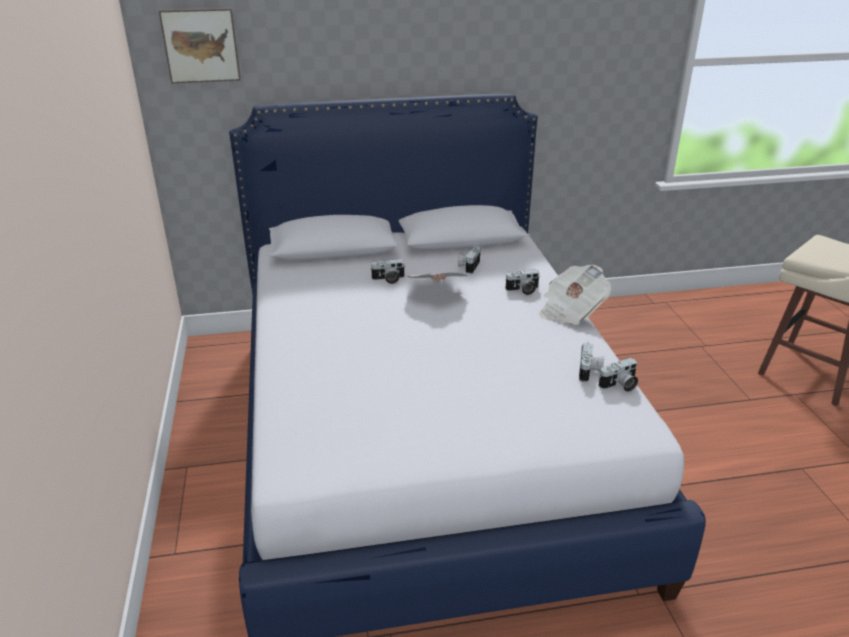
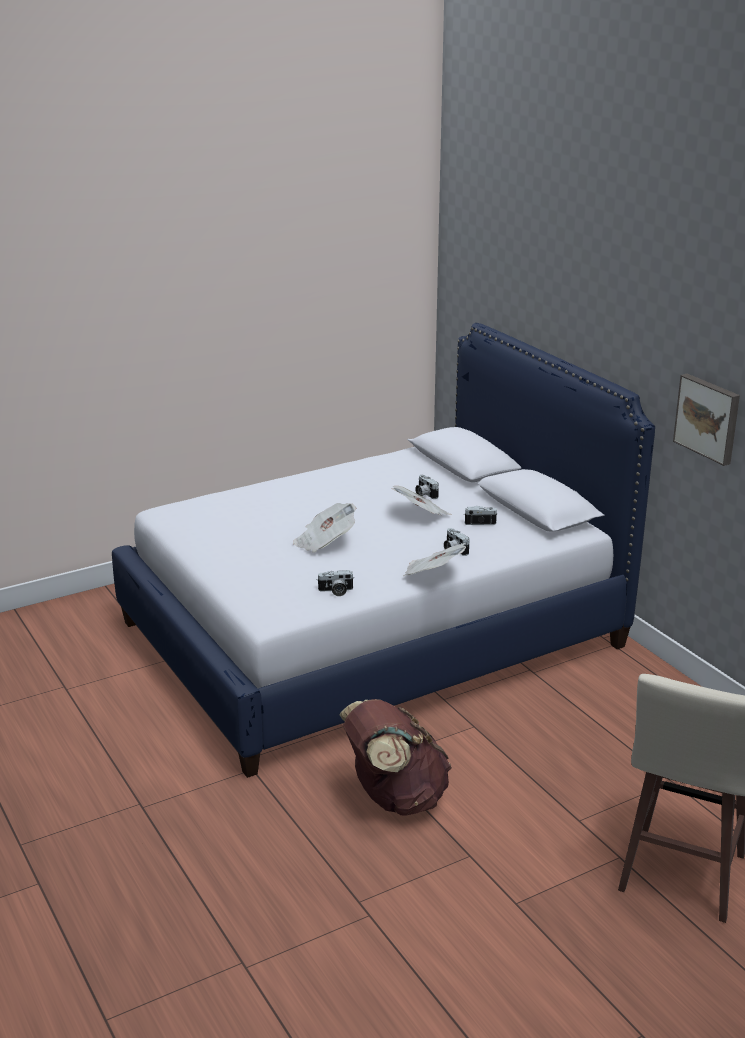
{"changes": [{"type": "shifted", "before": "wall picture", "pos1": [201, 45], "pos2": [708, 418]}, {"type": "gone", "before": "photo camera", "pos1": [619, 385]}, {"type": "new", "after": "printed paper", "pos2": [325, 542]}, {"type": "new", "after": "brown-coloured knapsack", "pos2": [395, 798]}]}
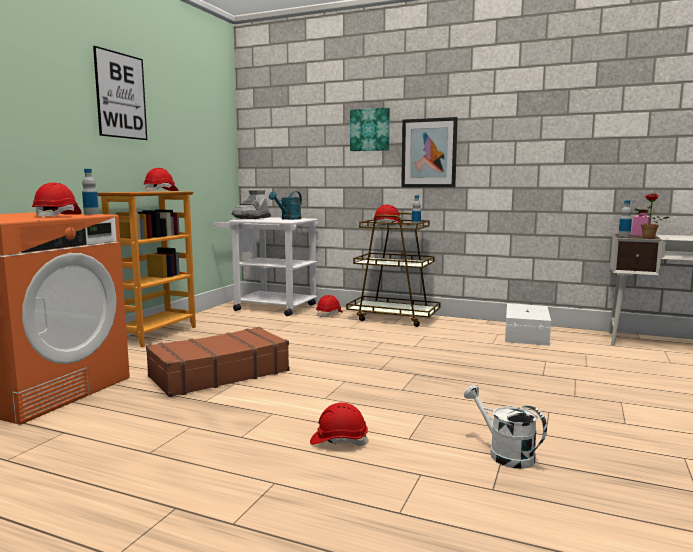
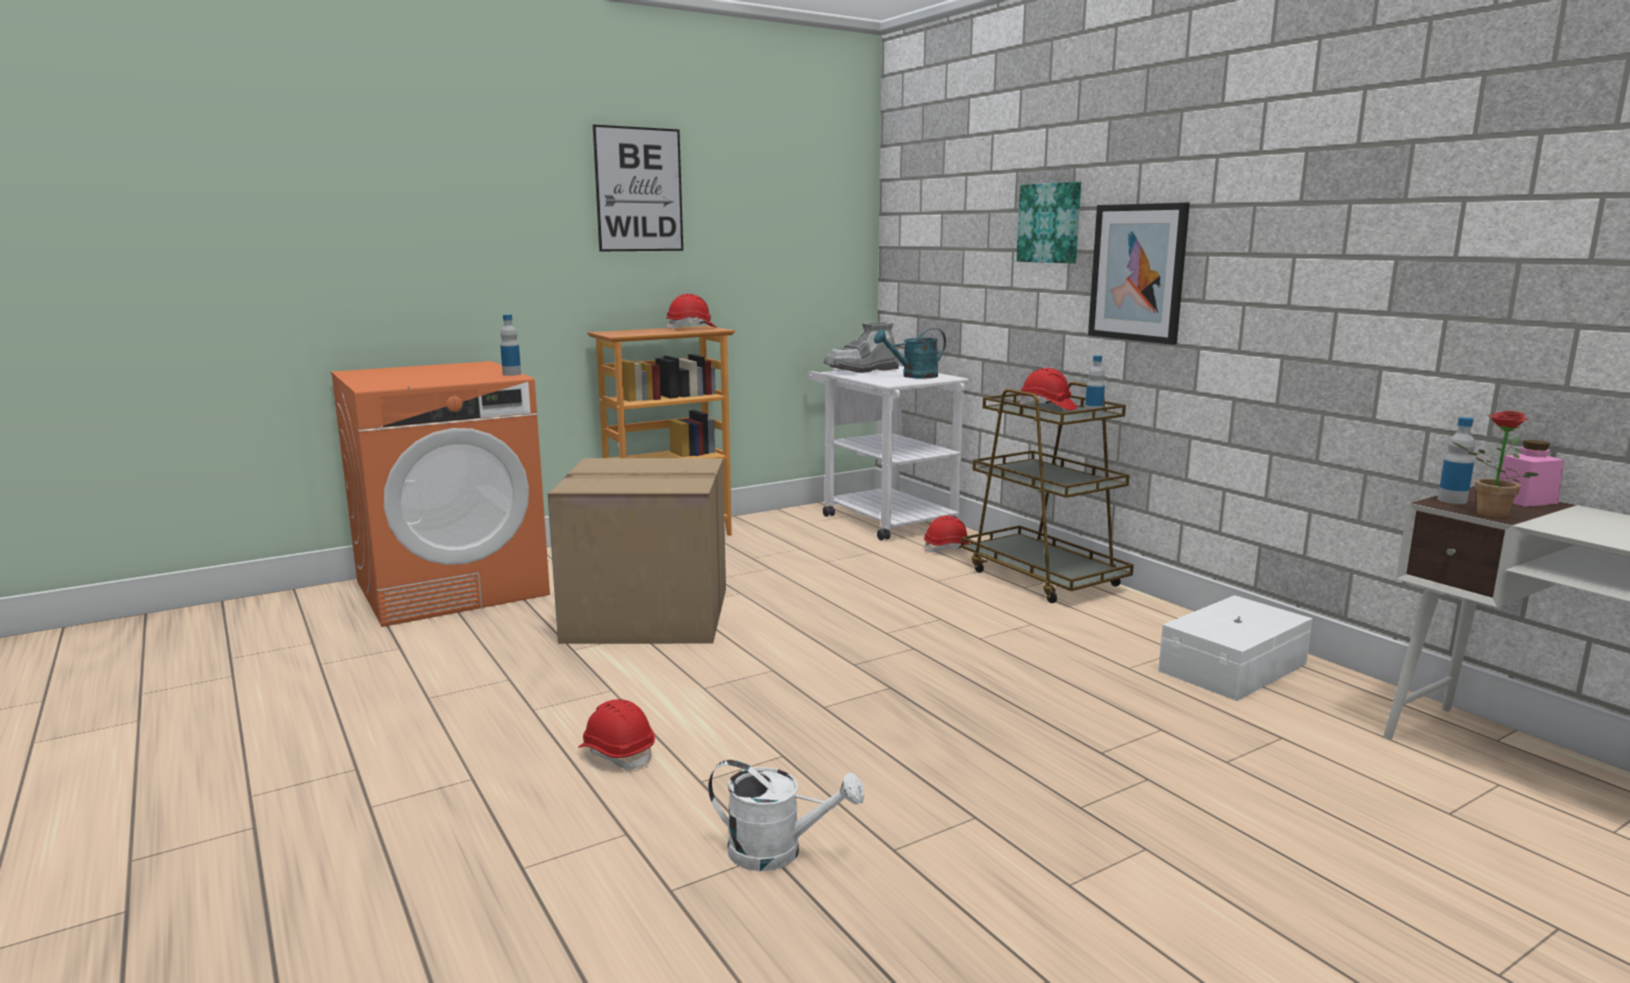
{"changes": [{"type": "gone", "before": "red-coloured safety helmet", "pos1": [58, 216]}, {"type": "swapped", "before": "brown-coloured piece of luggage", "after": "packing box", "pos1": [218, 374], "pos2": [645, 615]}, {"type": "rotated", "before": "white-coloured watering pot", "pos1": [504, 454], "pos2": [778, 852], "turn": 105}]}
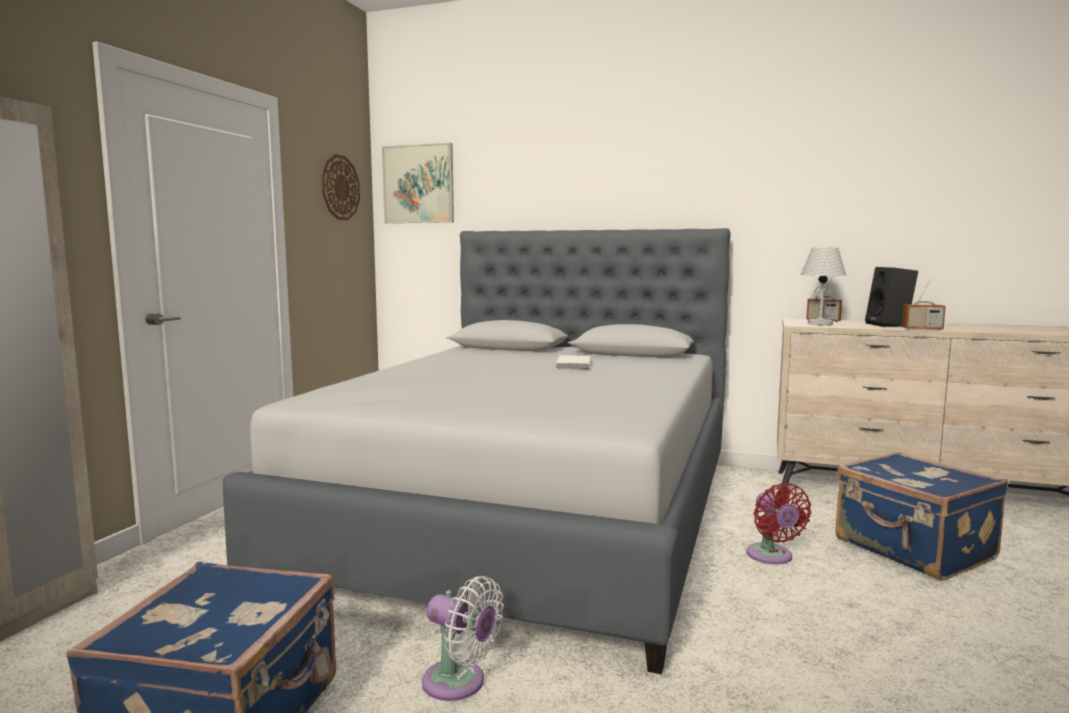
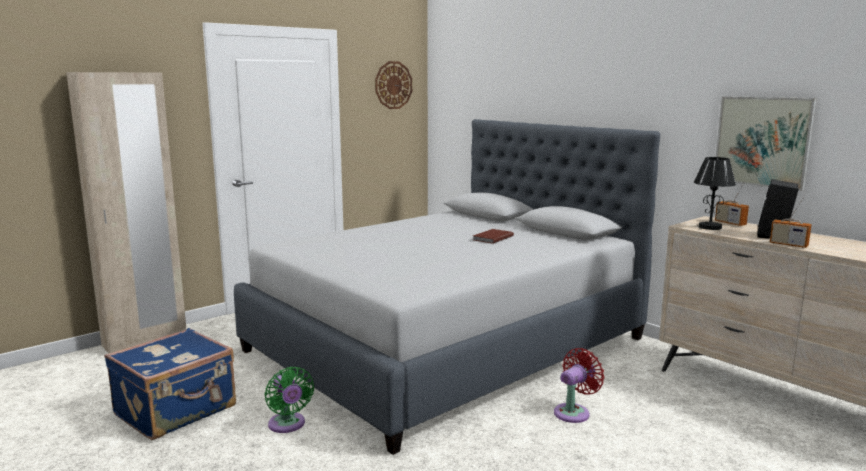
{"changes": [{"type": "shifted", "before": "wall picture", "pos1": [418, 184], "pos2": [762, 141]}, {"type": "repainted", "before": "white-coloured table lamp", "after": "black-coloured table lamp", "pos1": [820, 324], "pos2": [710, 227]}, {"type": "repainted", "before": "white-coloured bound book", "after": "brown-coloured bound book", "pos1": [572, 365], "pos2": [492, 238]}, {"type": "gone", "before": "blue piece of luggage", "pos1": [913, 550]}, {"type": "rotated", "before": "red-coloured cooling fan", "pos1": [771, 557], "pos2": [574, 412], "turn": -150}, {"type": "repainted", "before": "white-coloured cooling fan", "after": "green-coloured cooling fan", "pos1": [459, 683], "pos2": [288, 425]}]}
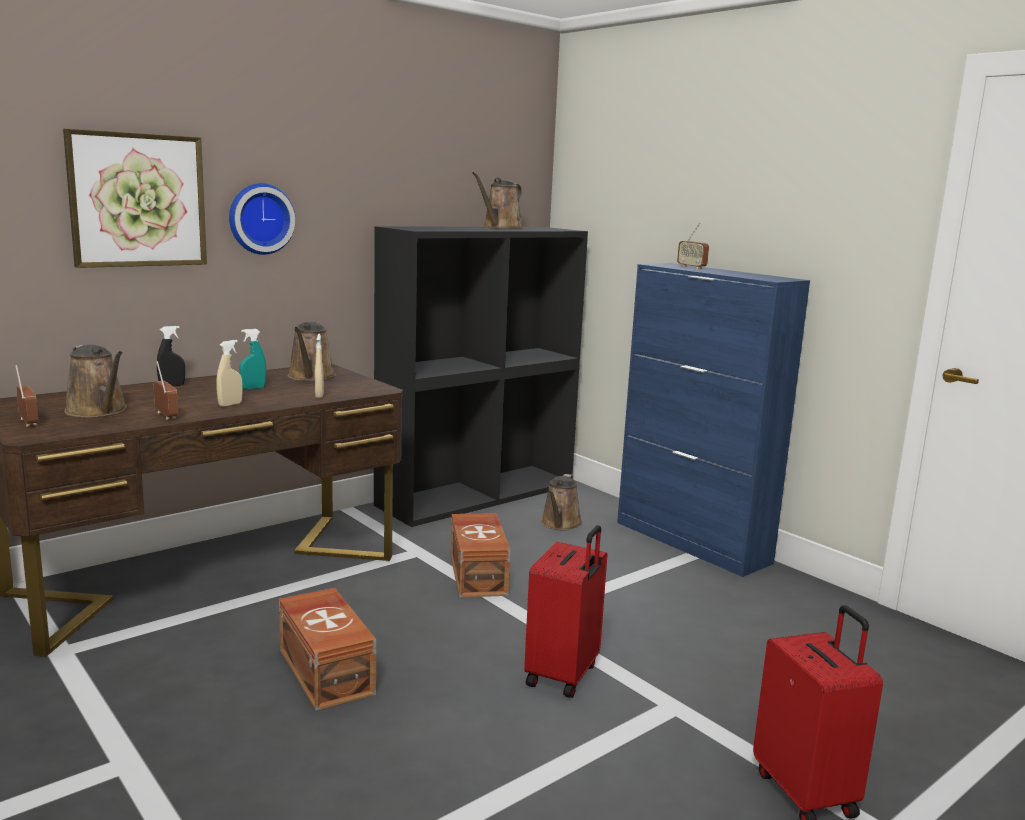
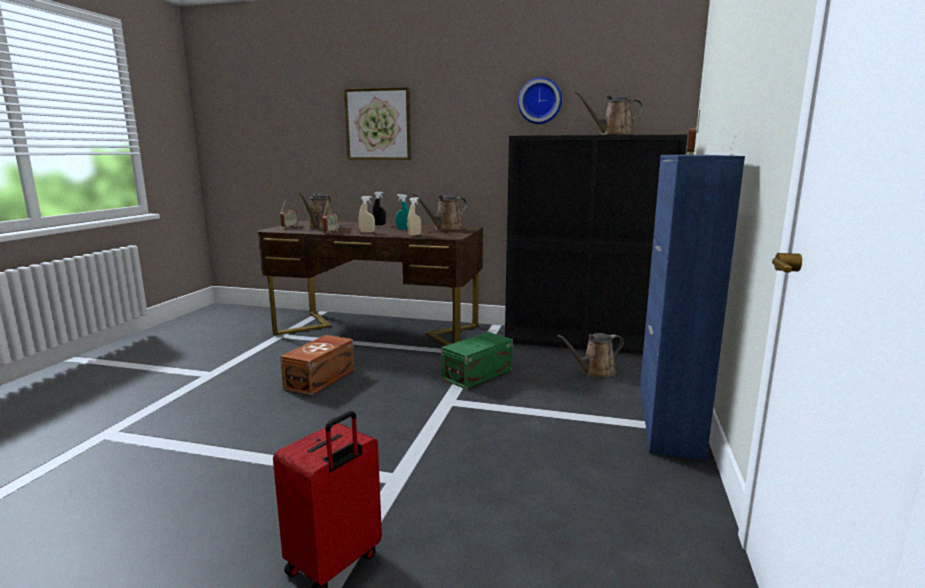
{"changes": [{"type": "shifted", "before": "wall clock", "pos1": [260, 218], "pos2": [540, 101]}, {"type": "repainted", "before": "brown-coloured storage container", "after": "green-coloured storage container", "pos1": [479, 574], "pos2": [479, 374]}, {"type": "gone", "before": "red-coloured piece of luggage", "pos1": [564, 675]}]}
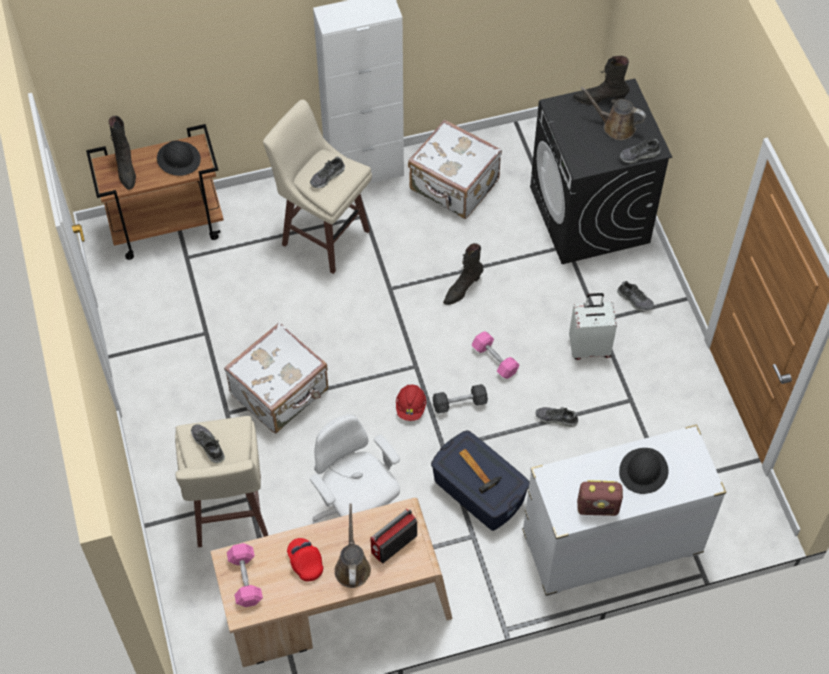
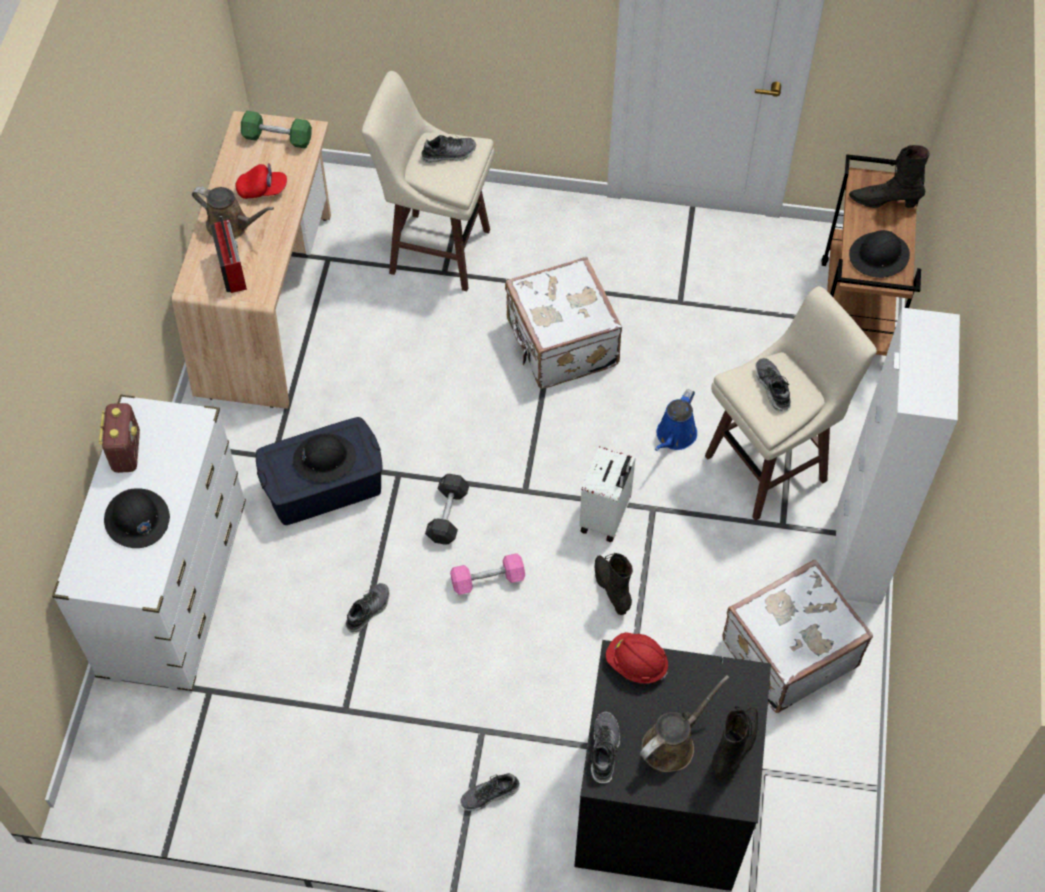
{"changes": [{"type": "shifted", "before": "white-coloured piece of luggage", "pos1": [589, 347], "pos2": [606, 517]}, {"type": "shifted", "before": "red-coloured safety helmet", "pos1": [411, 407], "pos2": [636, 664]}, {"type": "gone", "before": "white-coloured office chair", "pos1": [356, 512]}, {"type": "swapped", "before": "tool hammer", "after": "black-coloured safety helmet", "pos1": [477, 469], "pos2": [324, 458]}, {"type": "rotated", "before": "radio set", "pos1": [598, 507], "pos2": [126, 451], "turn": 150}, {"type": "repainted", "before": "pinkish hand weight", "after": "green-coloured hand weight", "pos1": [245, 579], "pos2": [277, 138]}, {"type": "new", "after": "blue watering pot", "pos2": [674, 436]}]}
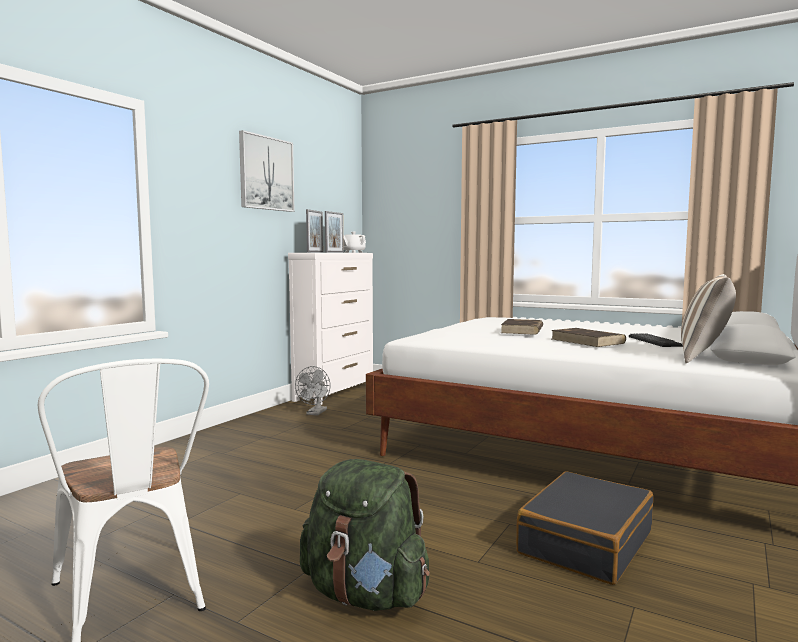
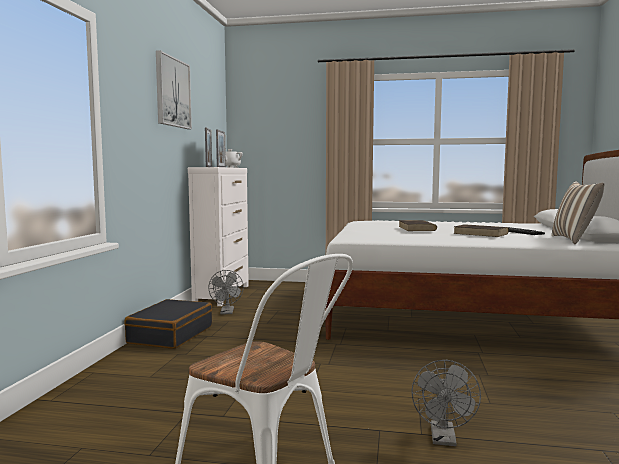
{"changes": [{"type": "swapped", "before": "green-coloured knapsack", "after": "greyish cooling fan", "pos1": [365, 594], "pos2": [444, 439]}, {"type": "shifted", "before": "black-coloured piece of luggage", "pos1": [584, 542], "pos2": [170, 334]}]}
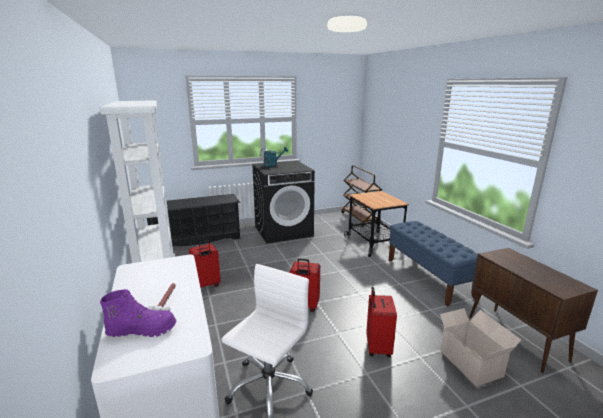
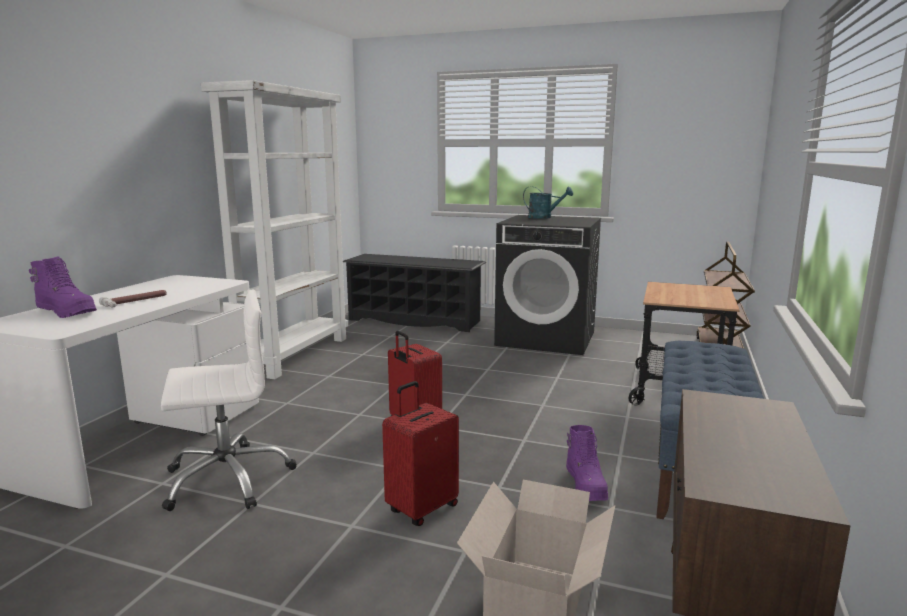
{"changes": [{"type": "gone", "before": "red-coloured piece of luggage", "pos1": [206, 285]}, {"type": "new", "after": "purple-coloured high-top boot", "pos2": [586, 486]}]}
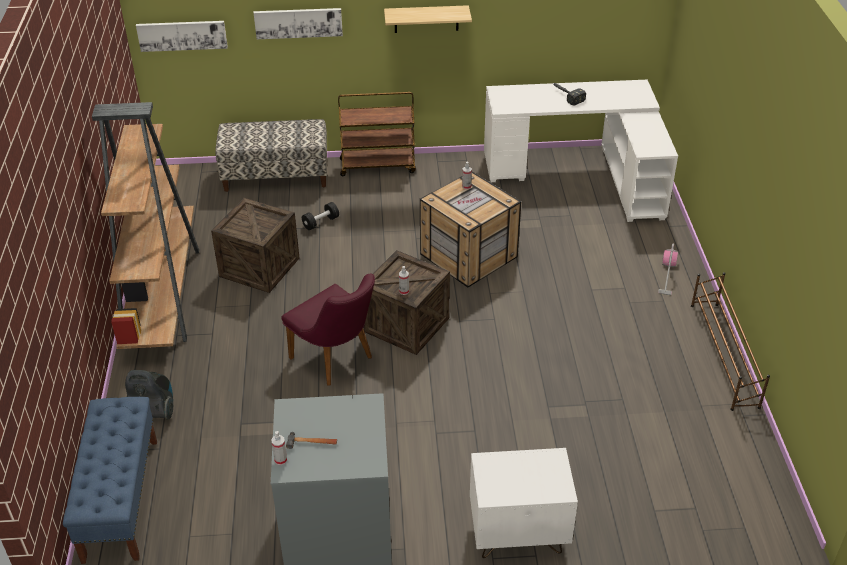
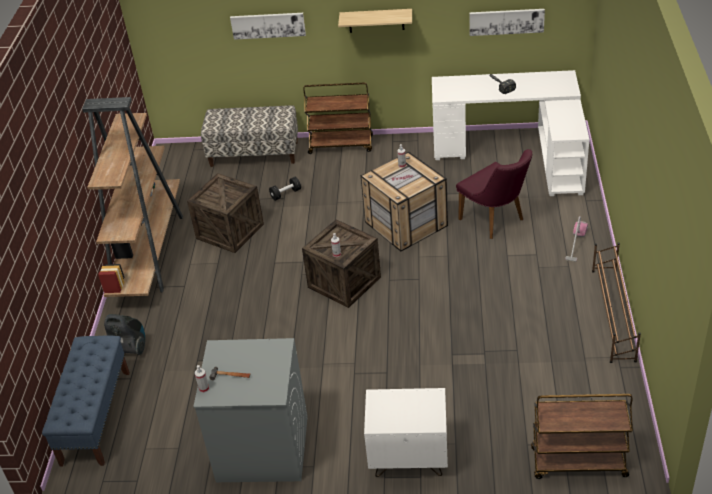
{"changes": [{"type": "shifted", "before": "wall picture", "pos1": [182, 35], "pos2": [506, 21]}, {"type": "shifted", "before": "purple-coloured plain chair", "pos1": [336, 360], "pos2": [496, 221]}, {"type": "new", "after": "brown-coloured wheeled cart", "pos2": [578, 463]}]}
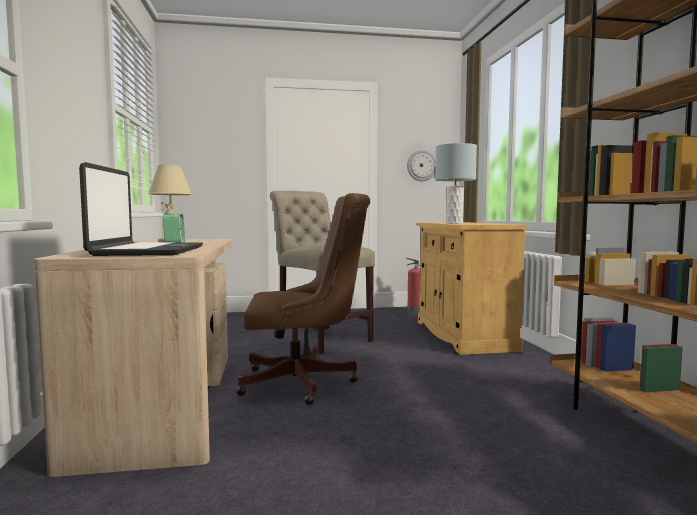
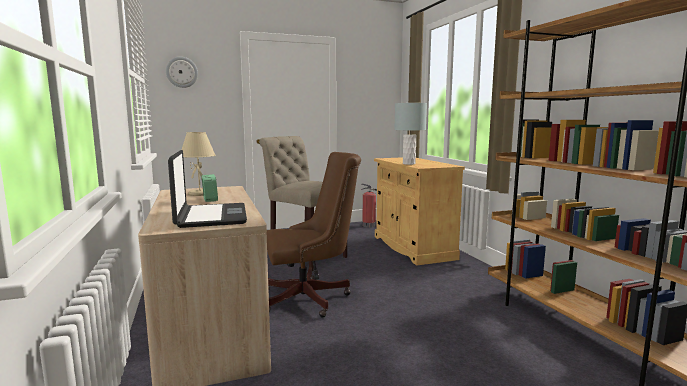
{"changes": [{"type": "shifted", "before": "wall clock", "pos1": [421, 165], "pos2": [182, 72]}]}
